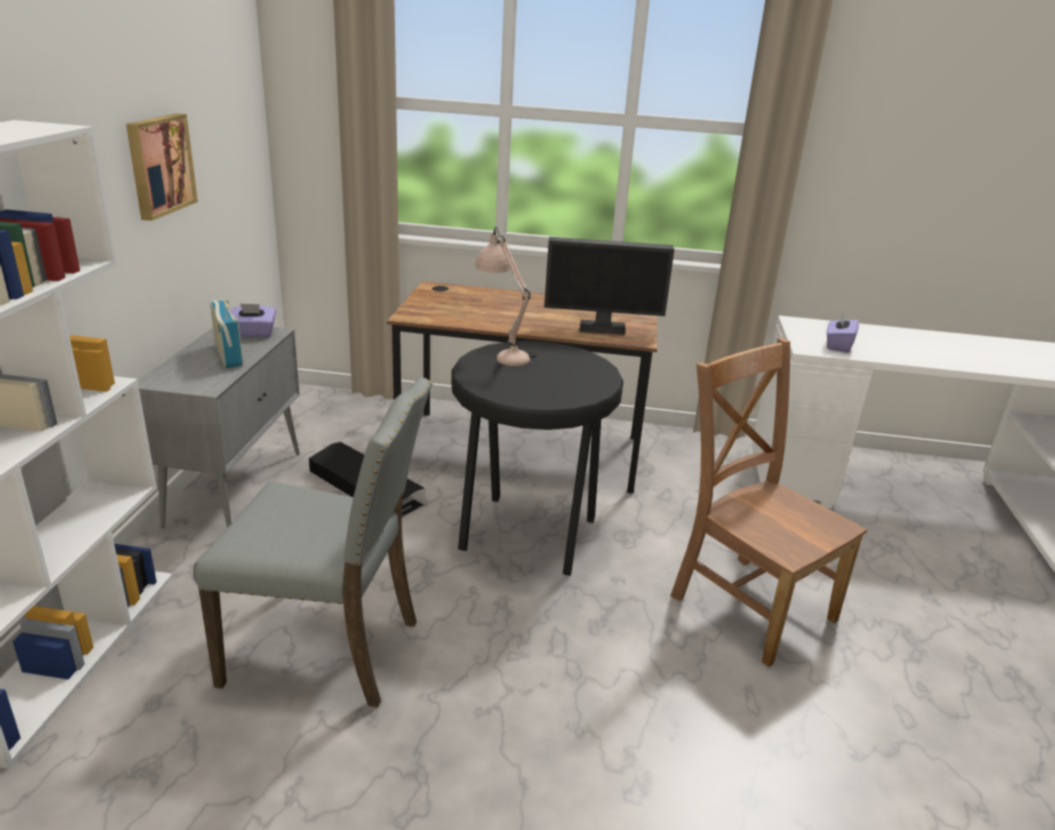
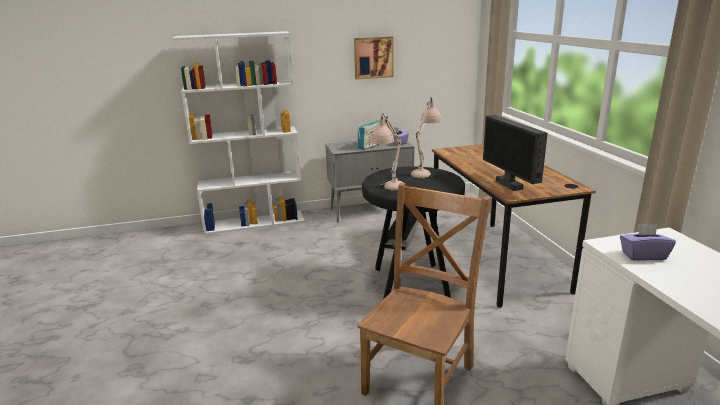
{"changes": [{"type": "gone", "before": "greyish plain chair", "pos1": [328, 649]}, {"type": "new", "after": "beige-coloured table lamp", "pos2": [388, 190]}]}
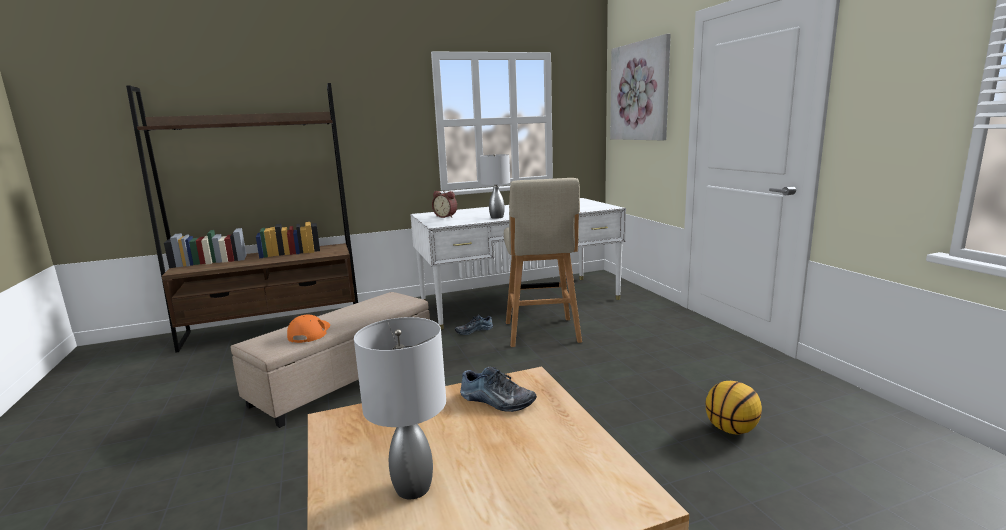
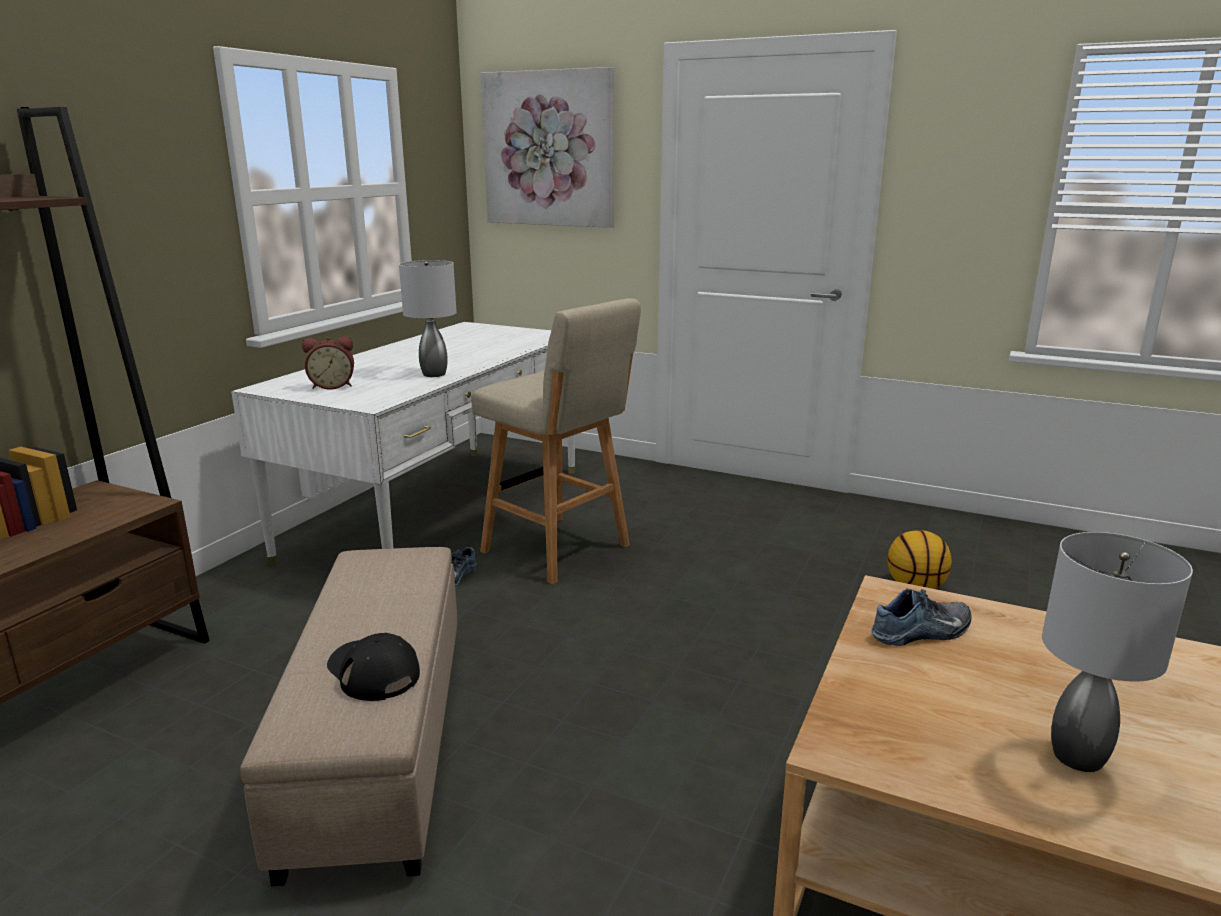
{"changes": [{"type": "repainted", "before": "orange cap", "after": "black-coloured cap", "pos1": [309, 332], "pos2": [373, 671]}]}
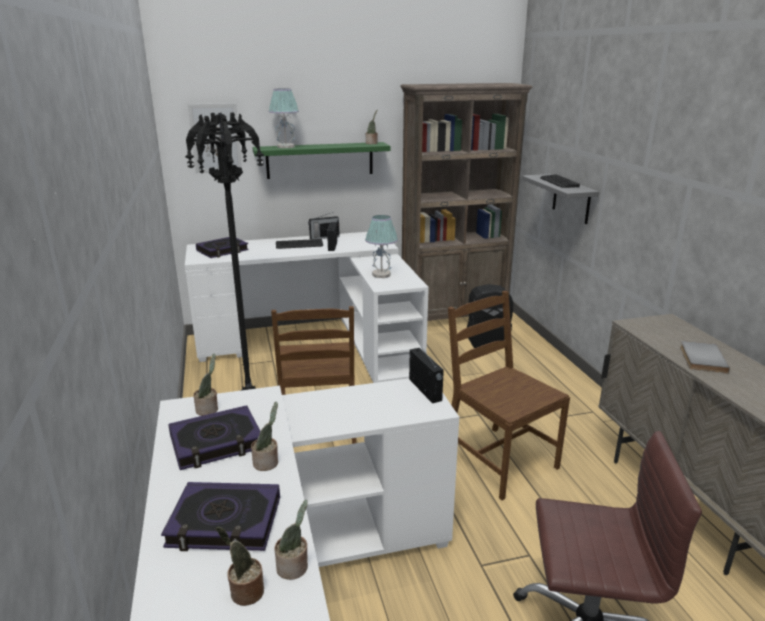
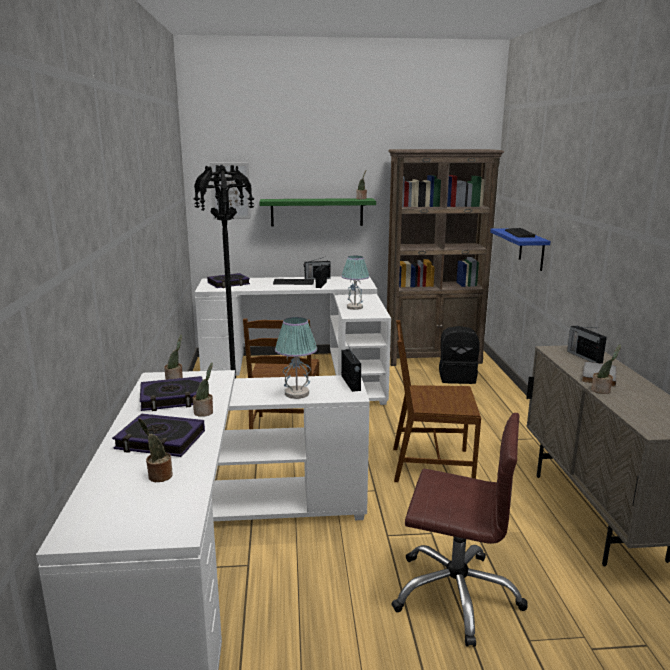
{"changes": [{"type": "shifted", "before": "table lamp", "pos1": [285, 147], "pos2": [296, 394]}, {"type": "repainted", "before": "greyish shelf", "after": "blue shelf", "pos1": [571, 199], "pos2": [531, 249]}, {"type": "rotated", "before": "brown-coloured plain chair", "pos1": [498, 460], "pos2": [431, 466], "turn": -60}, {"type": "shifted", "before": "potted plant", "pos1": [294, 568], "pos2": [602, 390]}, {"type": "new", "after": "radio set", "pos2": [584, 356]}]}
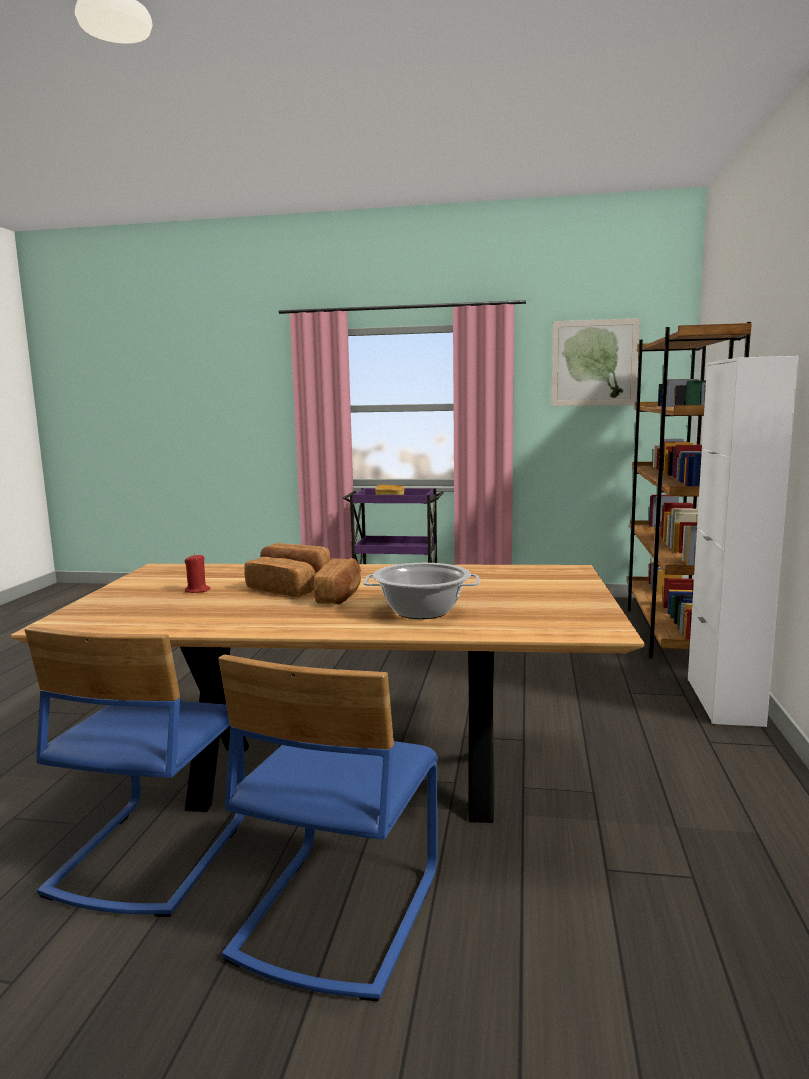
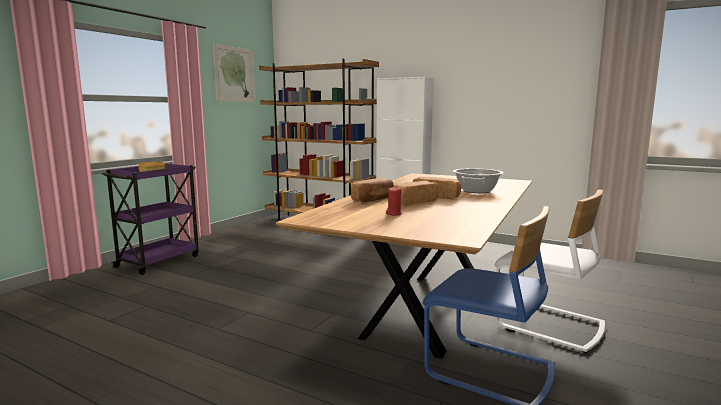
{"changes": [{"type": "repainted", "before": "blue plain chair", "after": "white-coloured plain chair", "pos1": [336, 913], "pos2": [549, 325]}]}
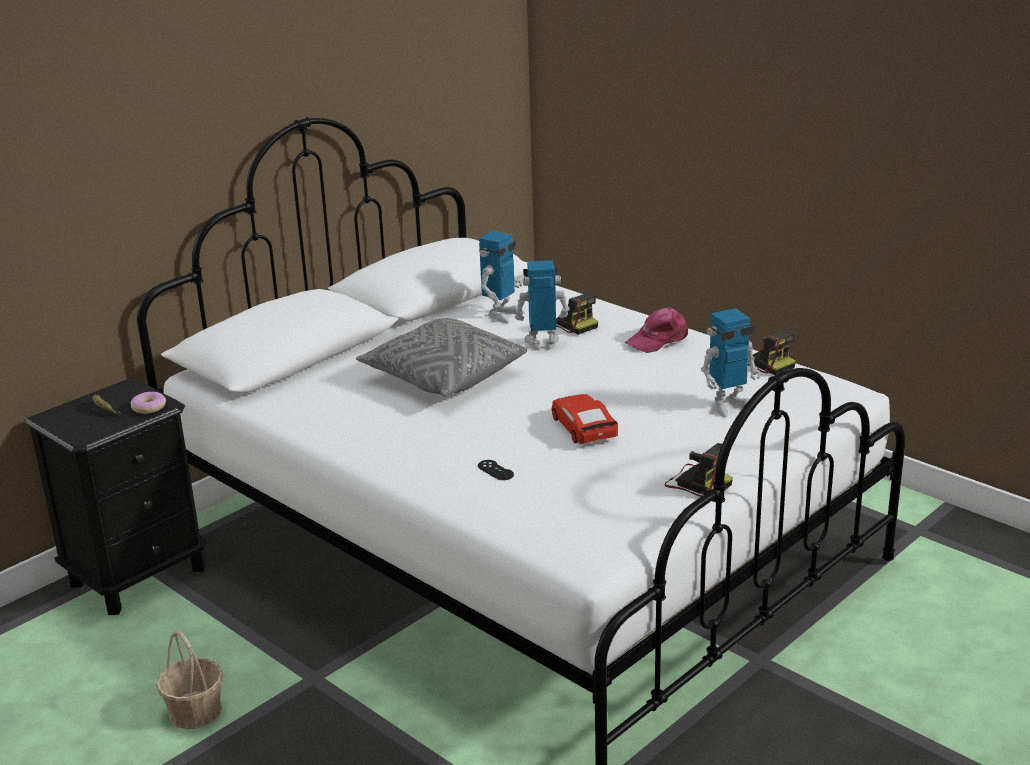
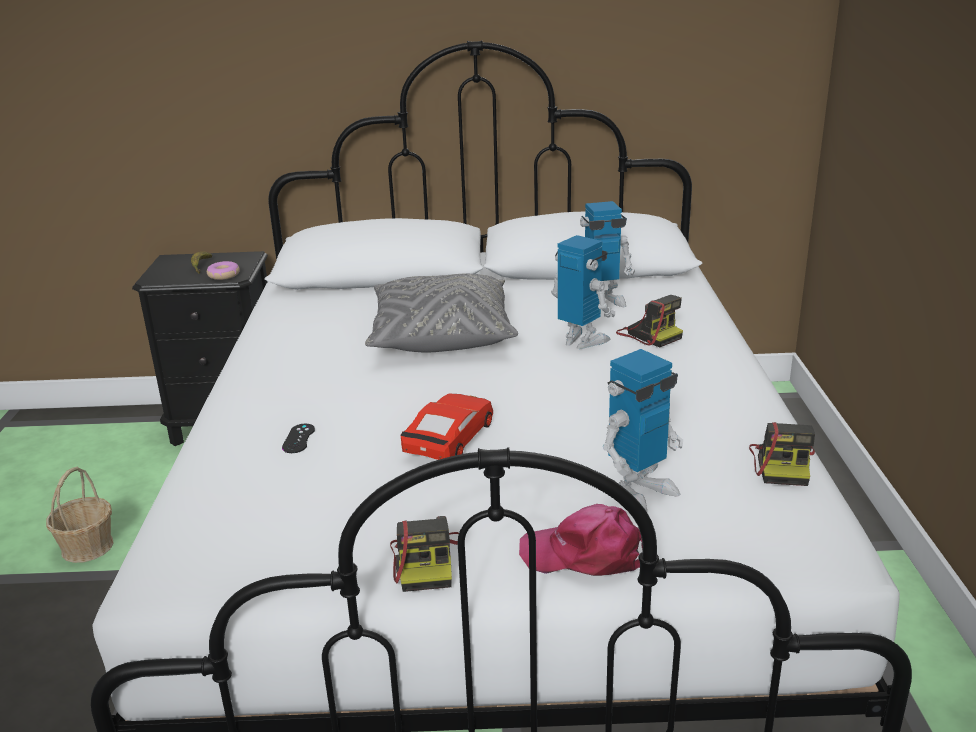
{"changes": [{"type": "rotated", "before": "photo camera", "pos1": [573, 324], "pos2": [649, 334], "turn": -45}, {"type": "shifted", "before": "pinkish cap", "pos1": [658, 339], "pos2": [585, 554]}, {"type": "rotated", "before": "toy robot", "pos1": [729, 405], "pos2": [640, 491], "turn": -60}]}
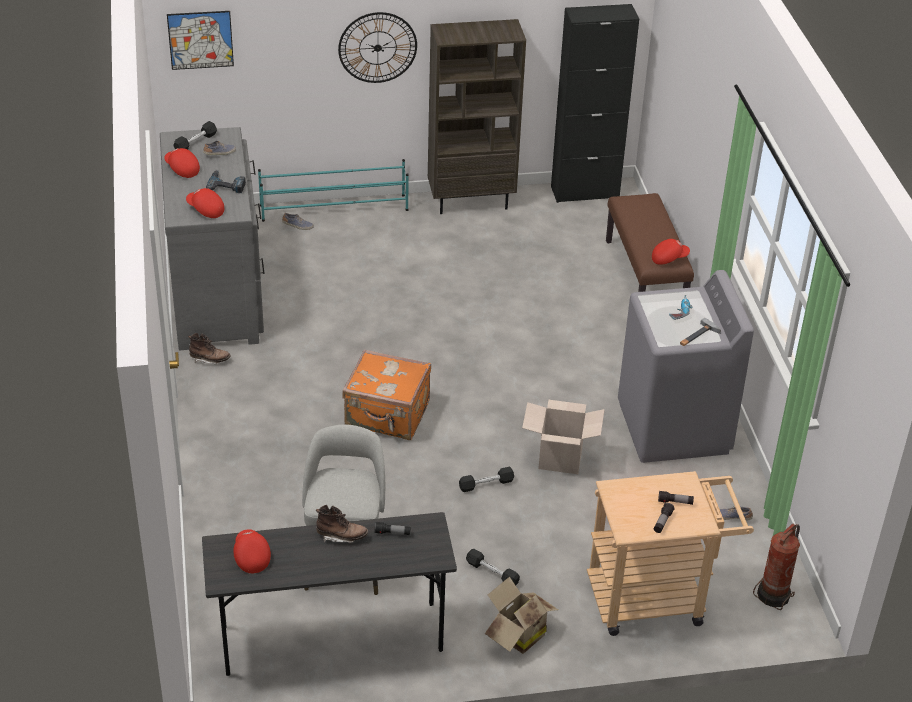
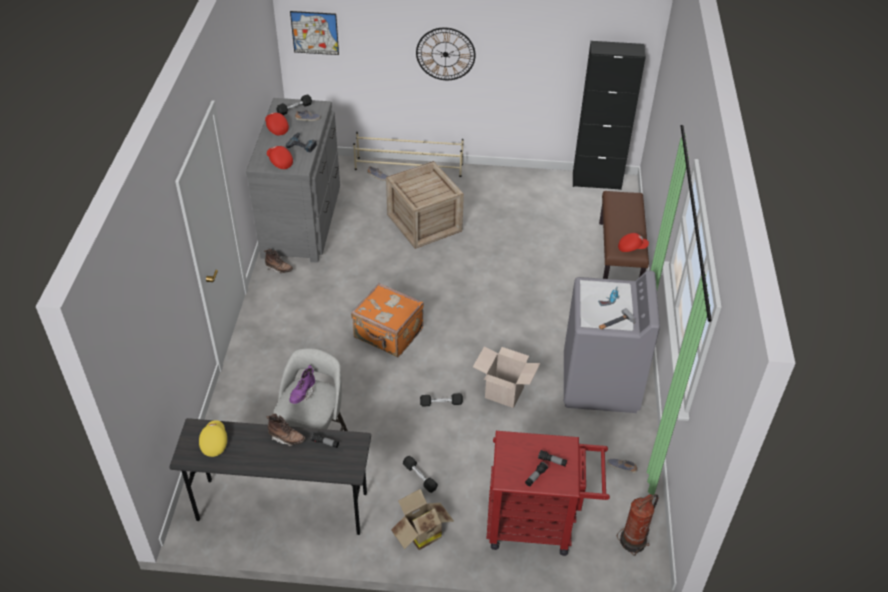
{"changes": [{"type": "gone", "before": "brown-coloured bookcase", "pos1": [471, 201]}, {"type": "repainted", "before": "blue-green shoe rack", "after": "beige-coloured shoe rack", "pos1": [335, 208], "pos2": [409, 167]}, {"type": "repainted", "before": "beige-coloured wheeled cart", "after": "red-coloured wheeled cart", "pos1": [656, 598], "pos2": [538, 524]}, {"type": "repainted", "before": "red-coloured cap", "after": "yellow-coloured cap", "pos1": [251, 556], "pos2": [214, 442]}, {"type": "new", "after": "crate", "pos2": [424, 223]}, {"type": "new", "after": "purple-coloured high-top boot", "pos2": [303, 394]}]}
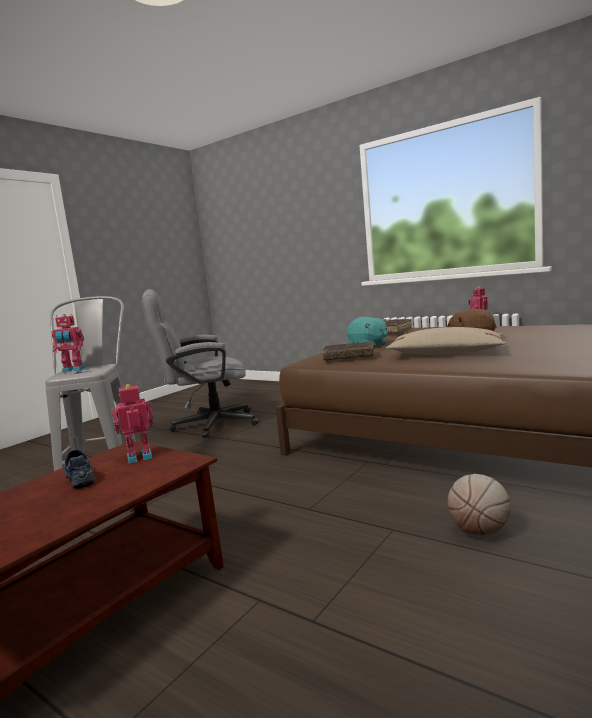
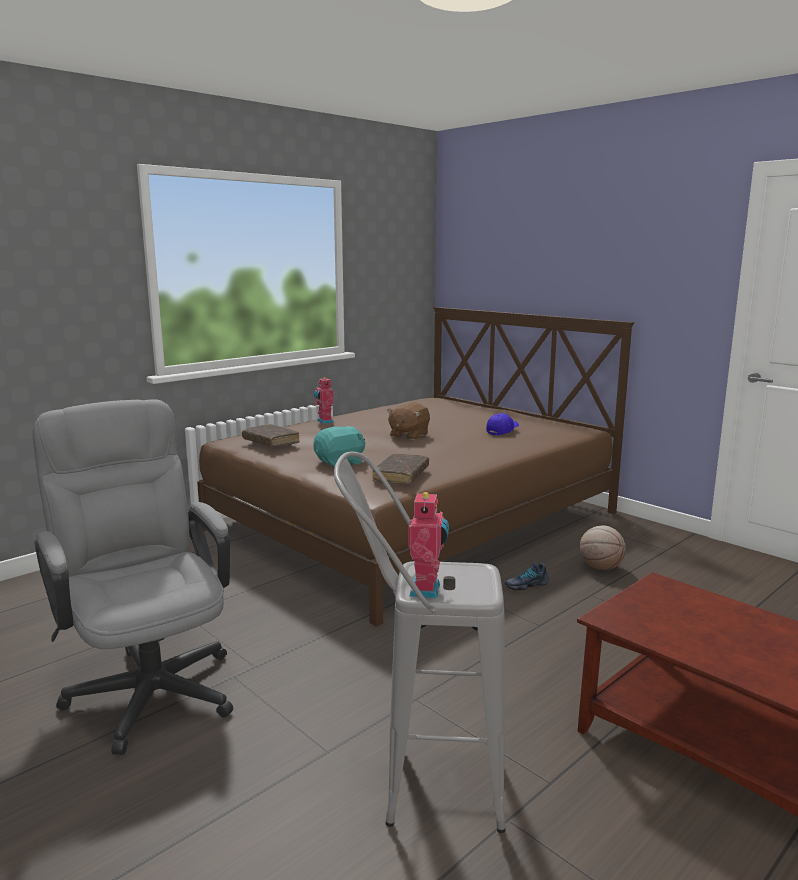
{"changes": [{"type": "rotated", "before": "greyish office chair", "pos1": [206, 425], "pos2": [149, 684], "turn": 150}, {"type": "gone", "before": "beige-coloured pillow", "pos1": [445, 353]}, {"type": "gone", "before": "toy robot", "pos1": [139, 457]}, {"type": "shifted", "before": "item of footwear", "pos1": [80, 477], "pos2": [526, 585]}, {"type": "new", "after": "blue cap", "pos2": [502, 431]}]}
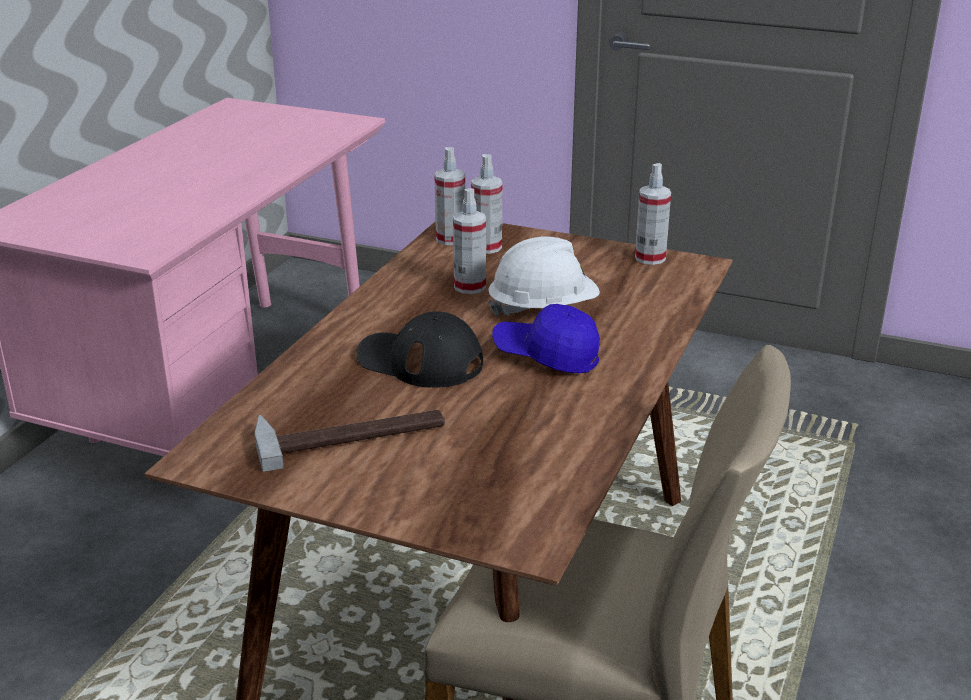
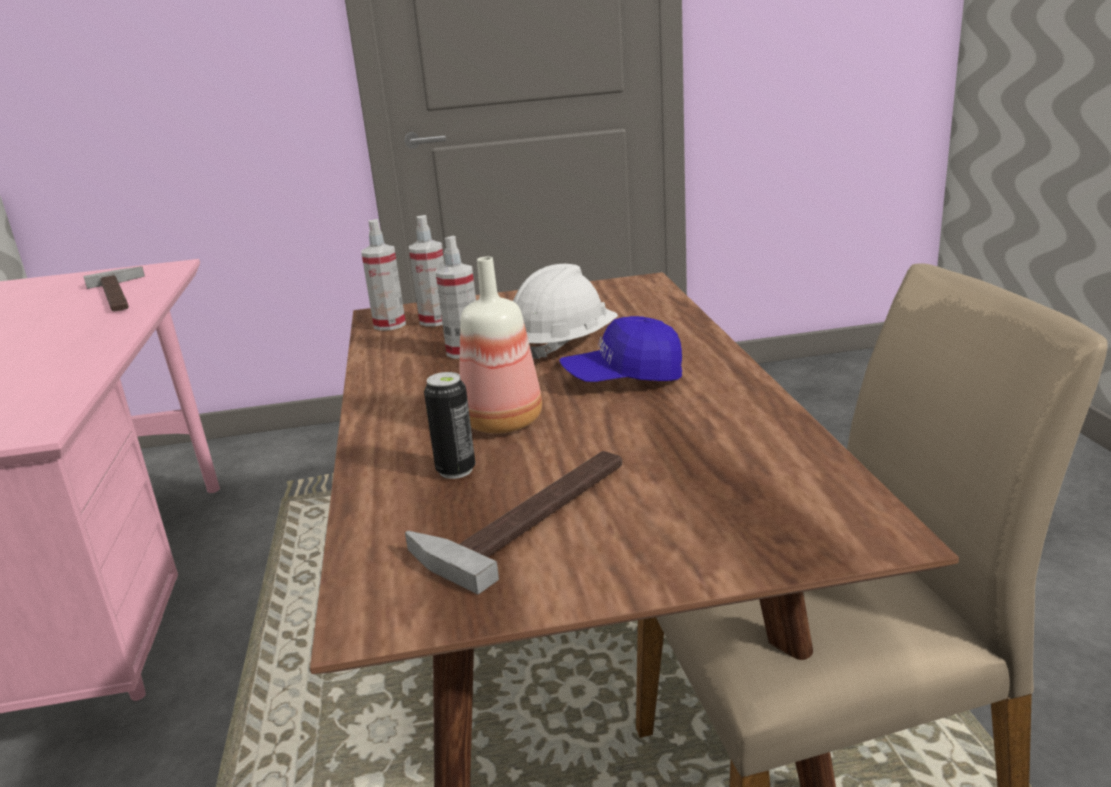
{"changes": [{"type": "gone", "before": "sprayer", "pos1": [650, 258]}, {"type": "swapped", "before": "black-coloured cap", "after": "beverage bottle", "pos1": [420, 361], "pos2": [504, 423]}, {"type": "new", "after": "tool hammer", "pos2": [121, 294]}, {"type": "new", "after": "sealed can", "pos2": [456, 470]}]}
